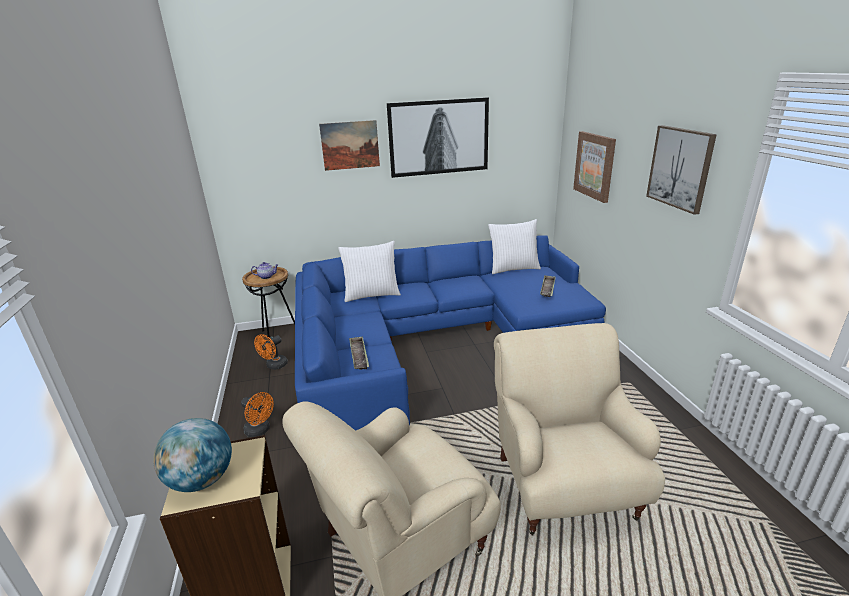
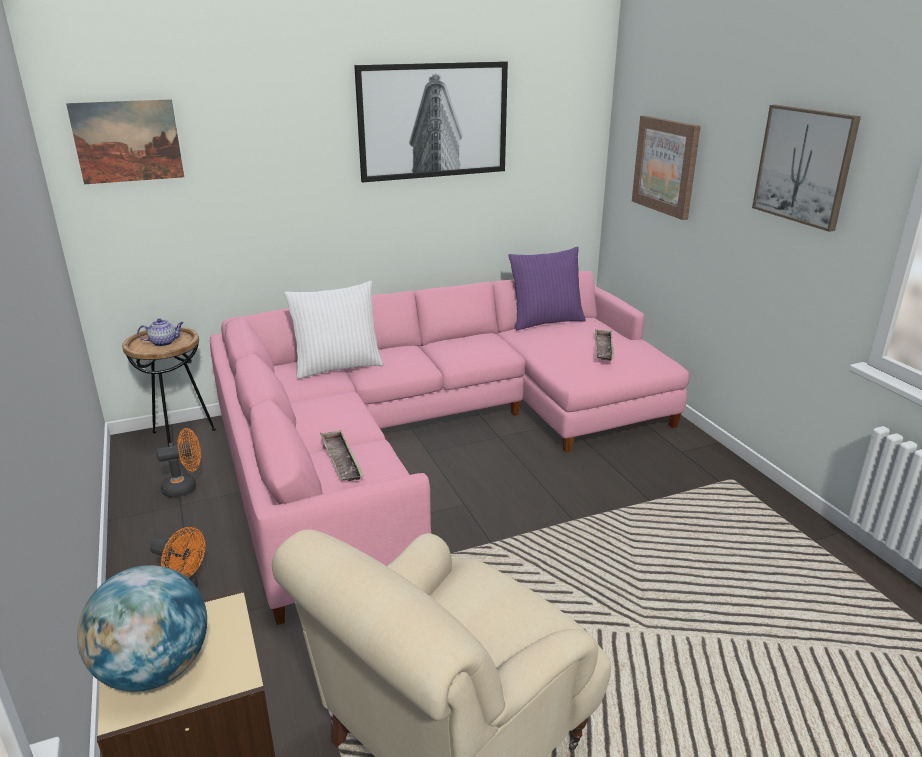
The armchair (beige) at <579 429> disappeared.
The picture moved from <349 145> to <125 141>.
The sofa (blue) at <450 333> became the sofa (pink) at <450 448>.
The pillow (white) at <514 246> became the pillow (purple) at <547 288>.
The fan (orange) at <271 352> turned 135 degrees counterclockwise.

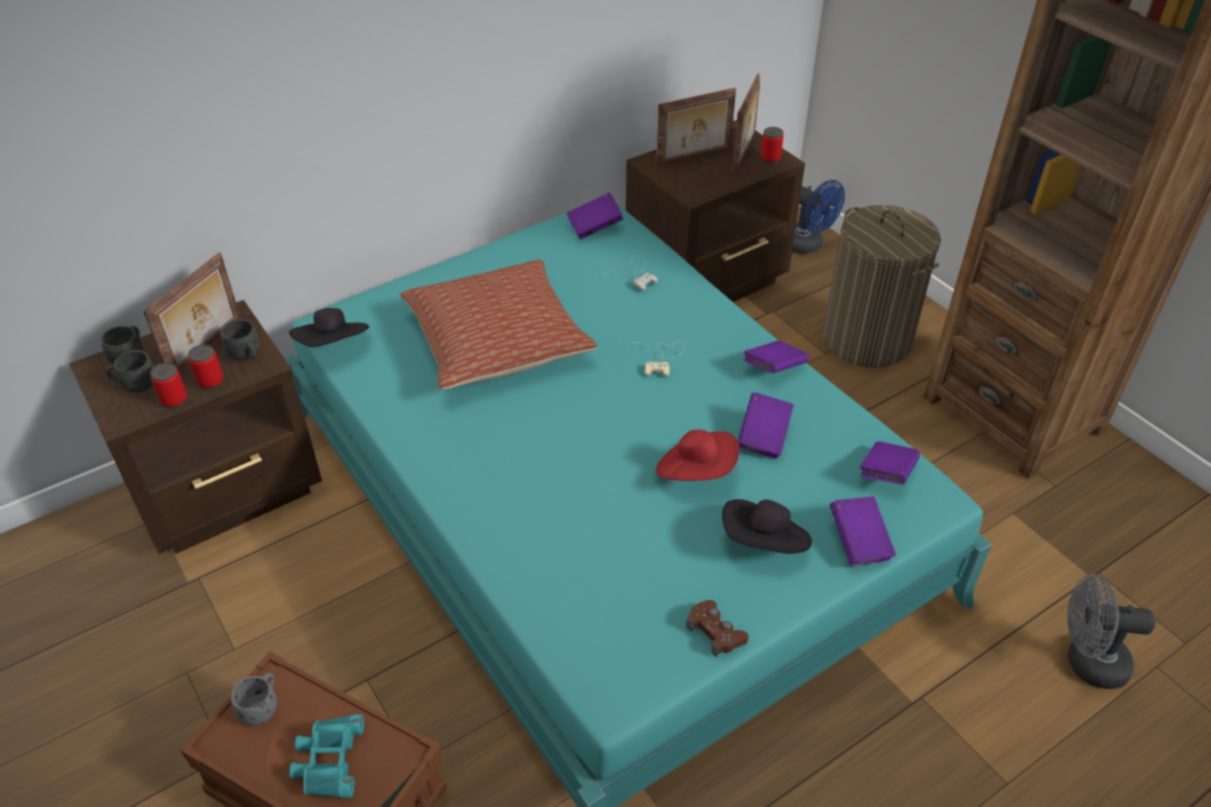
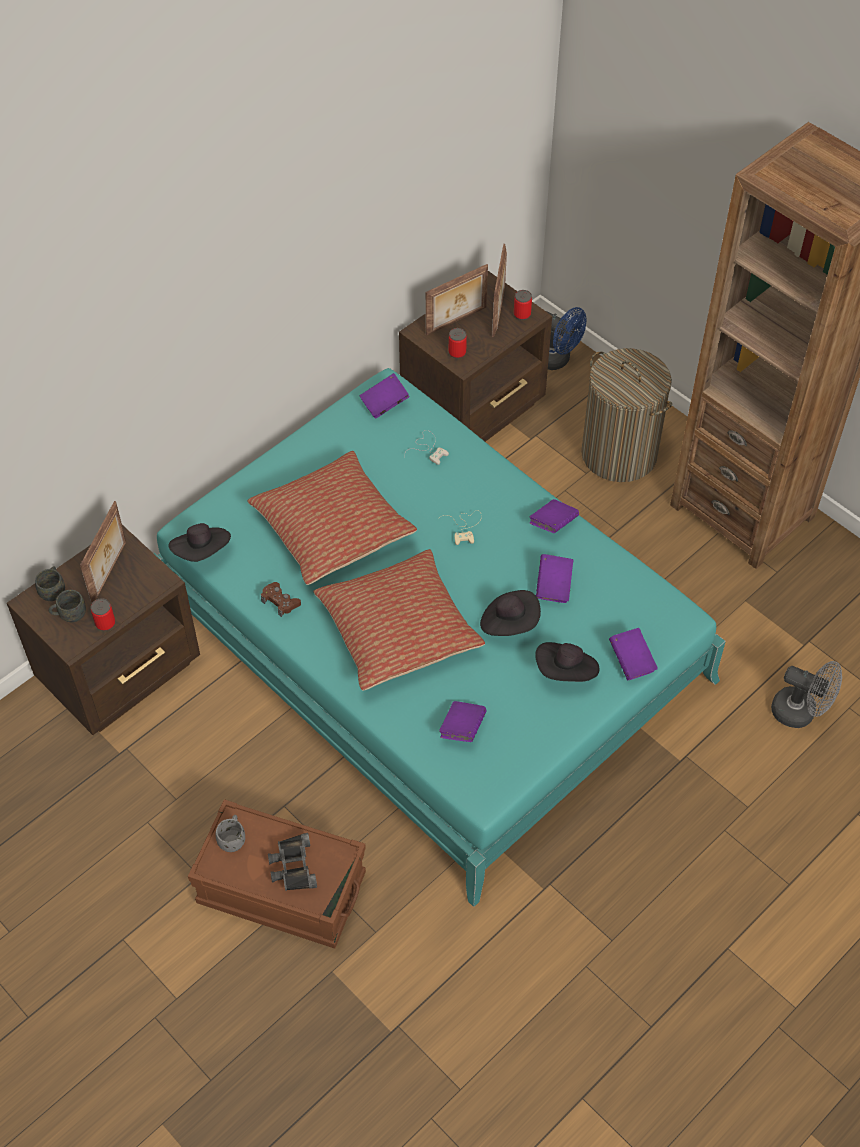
The mug (grey) at <240 339> disappeared.
The pillow at <399 620> appeared.
The can moved from <205 366> to <458 343>.
The game controller (brown) moved from <717 628> to <281 599>.
The book (purple) moved from <890 463> to <462 721>.
The binoculars (turquoise) at <326 756> became the binoculars (black) at <292 862>.
The hat (red) at <697 455> became the hat (black) at <510 613>.
The fan (grey) at <1111 631> turned 150 degrees counterclockwise.

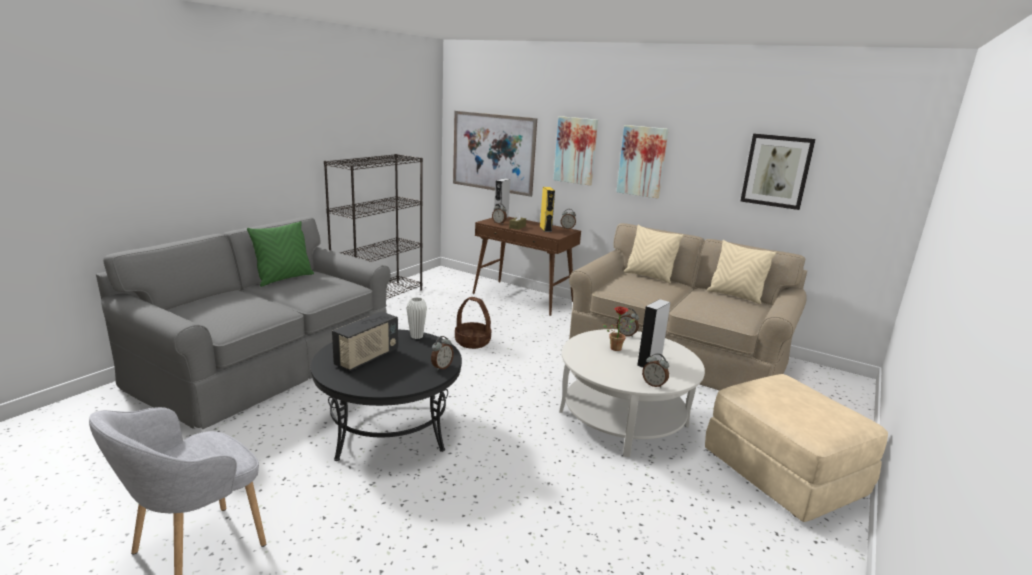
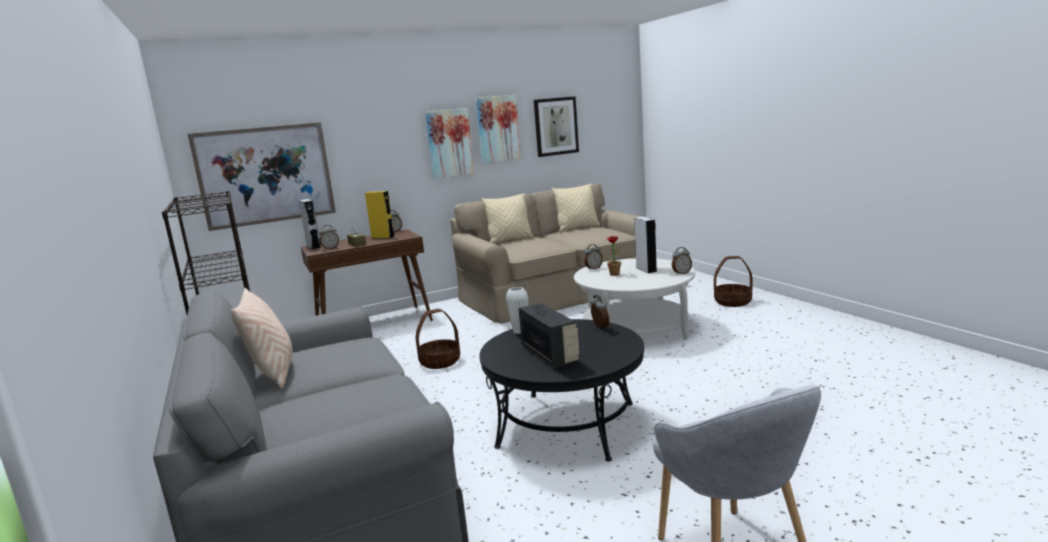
The picture moved from <575 151> to <498 129>.
The ottoman (beige) at <796 448> was replaced by the basket at <733 281>.
The pillow (green) at <280 254> became the pillow (beige) at <262 338>.

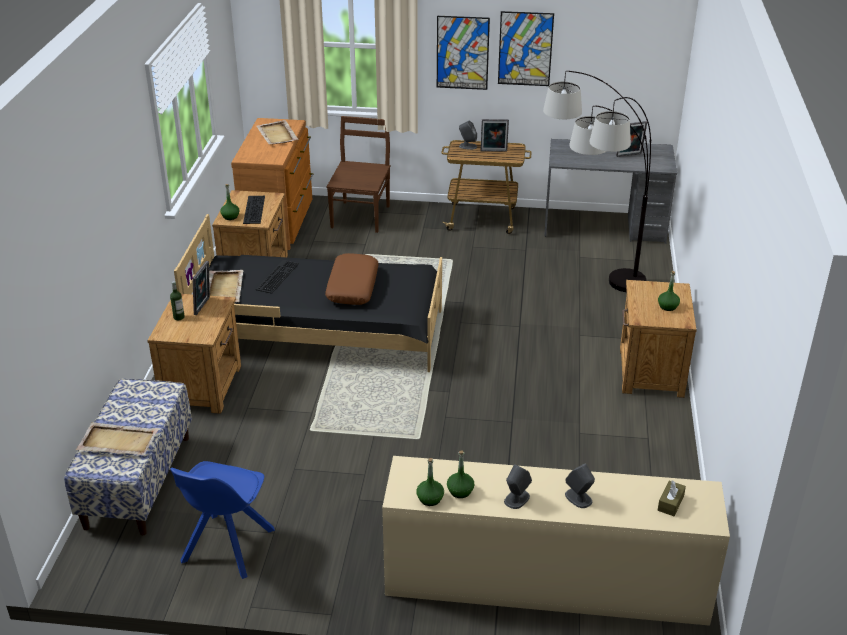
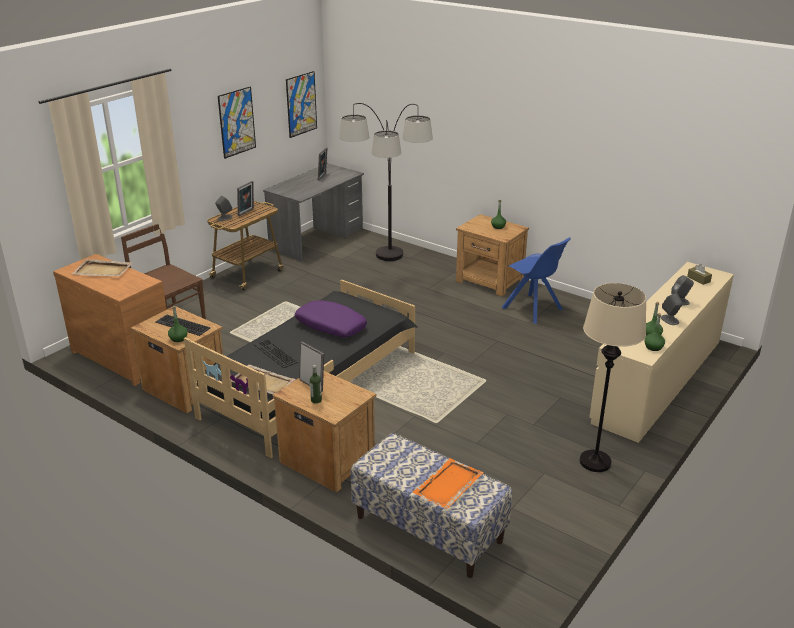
The floor lamp (beige) at <613 377> appeared.
The chair (blue) moved from <222 520> to <536 280>.
The picture moved from <463 53> to <301 104>.
The tray (beige) at <117 438> became the tray (orange) at <448 483>.
The pillow (brown) at <352 279> became the pillow (purple) at <331 318>.

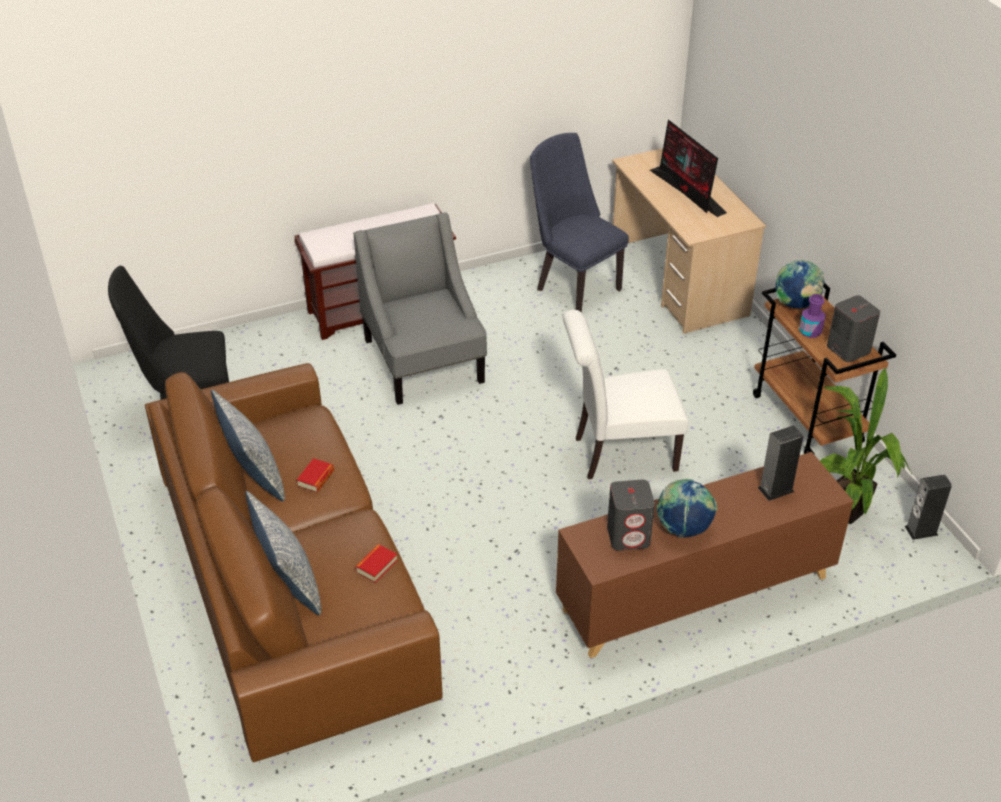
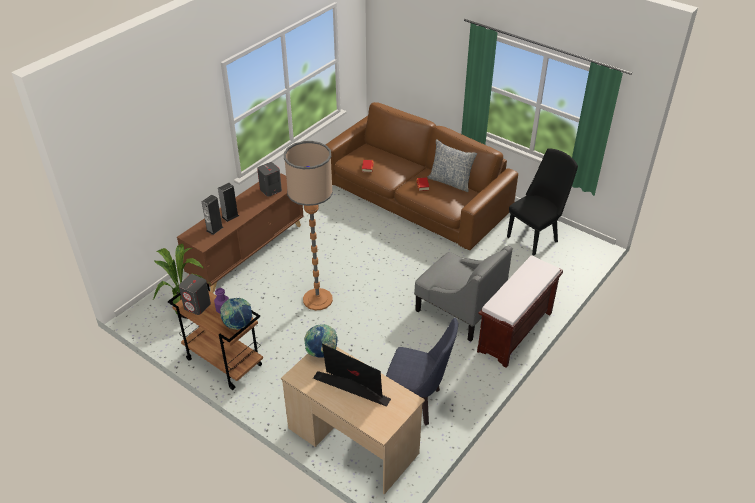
The pillow at <283 553> disappeared.
The globe moved from <687 508> to <321 341>.
The speaker moved from <928 507> to <228 202>.
The chair (white) at <625 394> was replaced by the floor lamp at <308 225>.

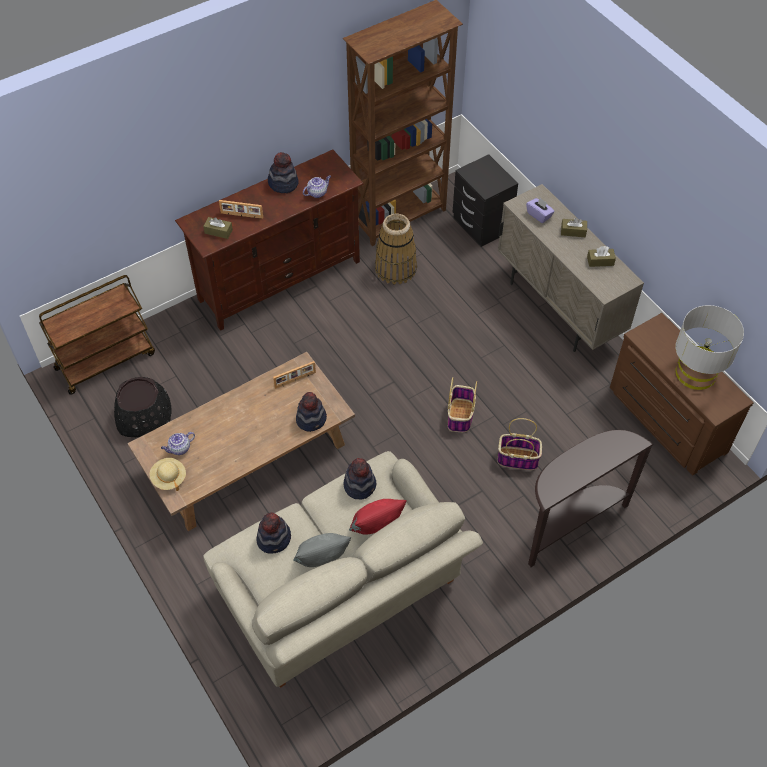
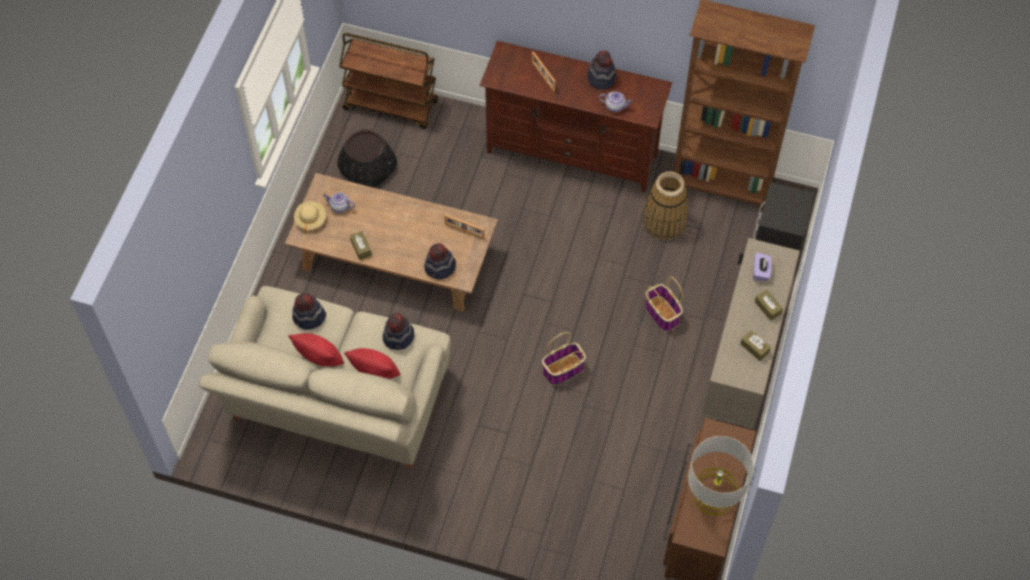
The console table (brown) at <591 498> disappeared.
The tissue box (brown) moved from <218 228> to <361 245>.
The basket moved from <519 444> to <664 304>.
The pillow (grey) at <322 550> became the pillow (red) at <316 349>.

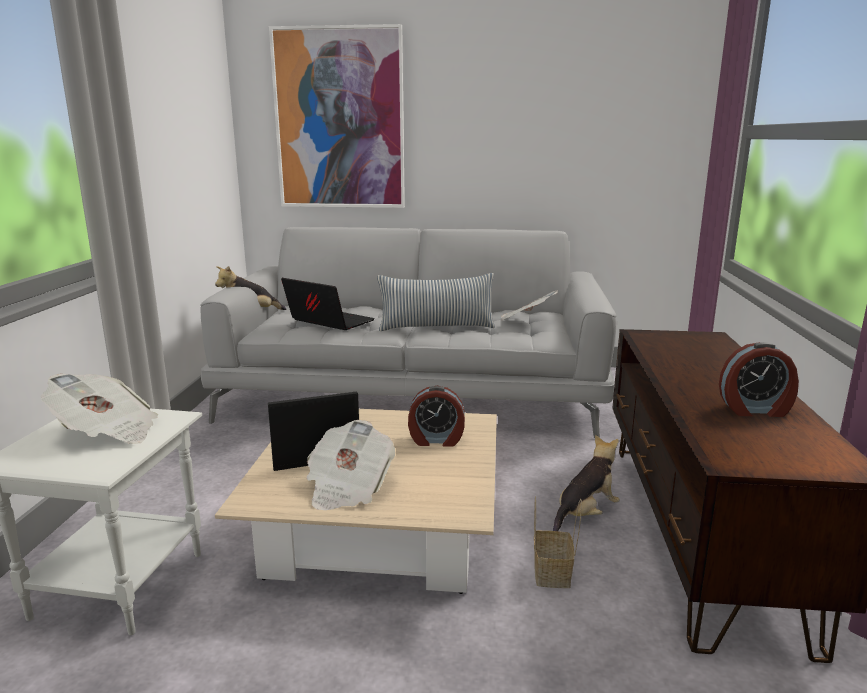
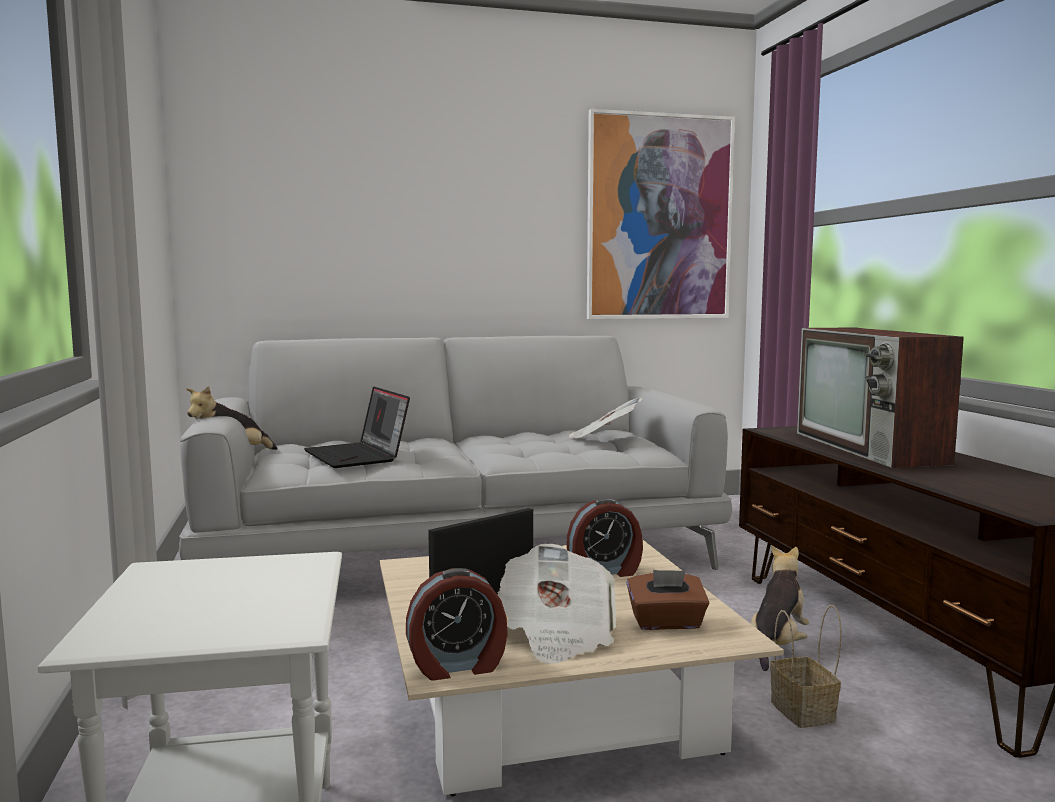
The newspaper at <99 409> disappeared.
The pillow at <436 302> disappeared.
The tissue box (brown) at <668 600> appeared.
The television at <880 397> appeared.
The picture moved from <337 116> to <661 214>.
The alarm clock moved from <759 379> to <457 624>.
The laptop at <328 304> turned 135 degrees counterclockwise.

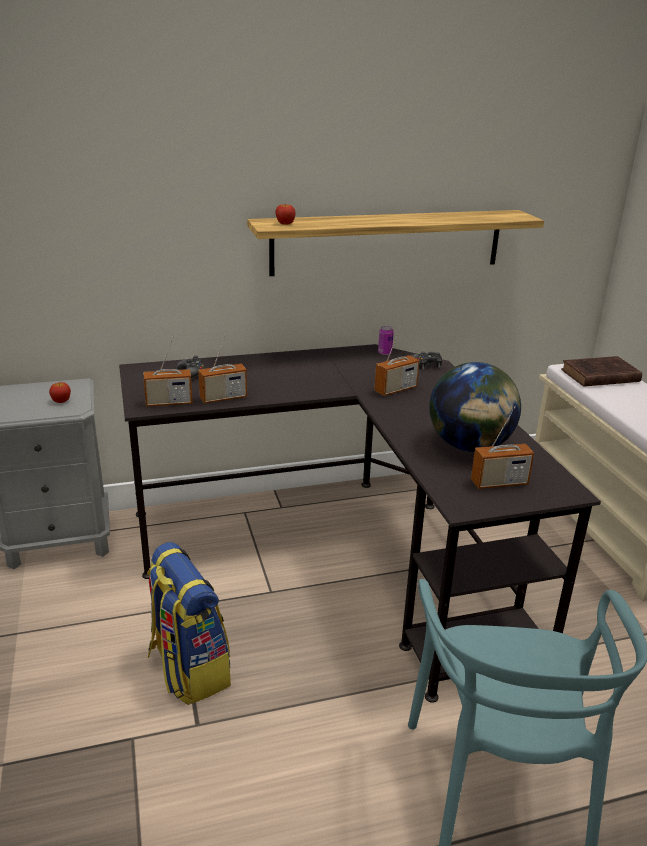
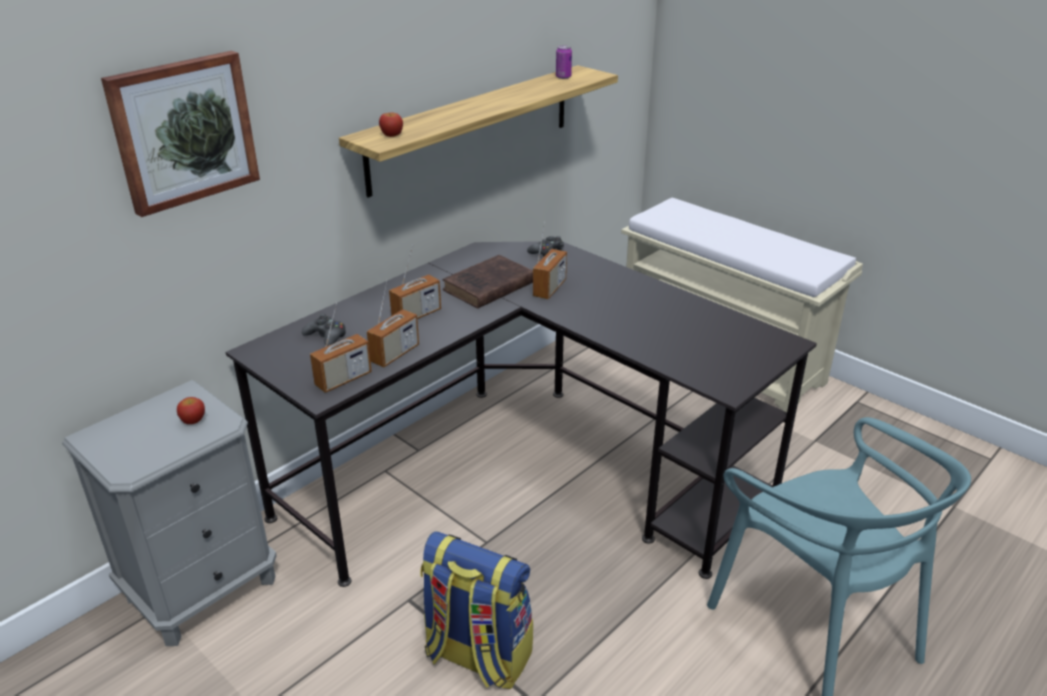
The globe at <475 407> disappeared.
The picture at <180 134> appeared.
The can moved from <386 340> to <564 62>.
The radio moved from <502 448> to <415 281>.
The book (brown) moved from <601 371> to <487 282>.

